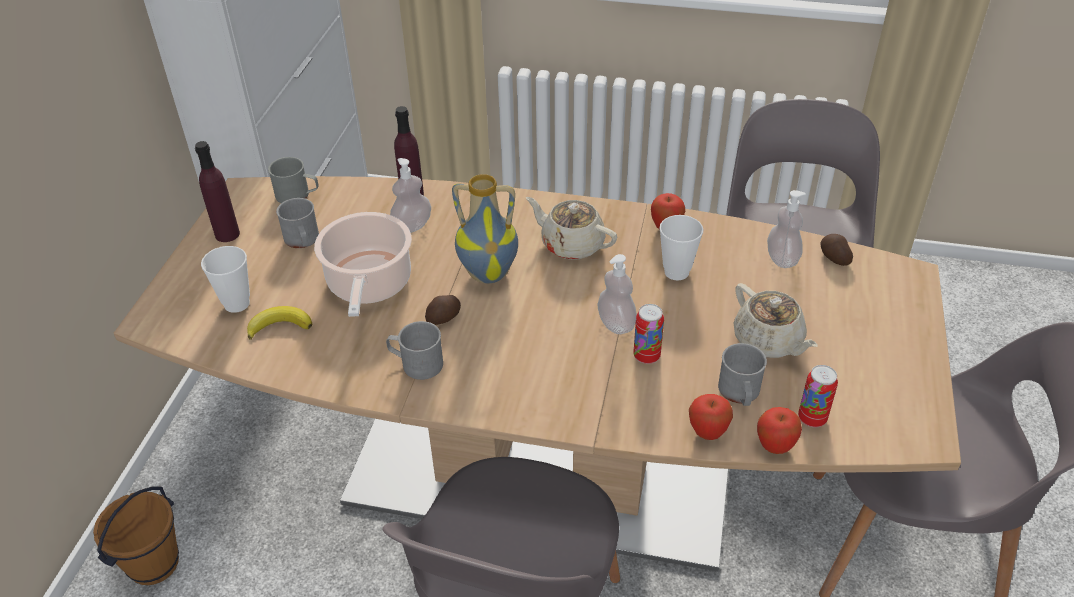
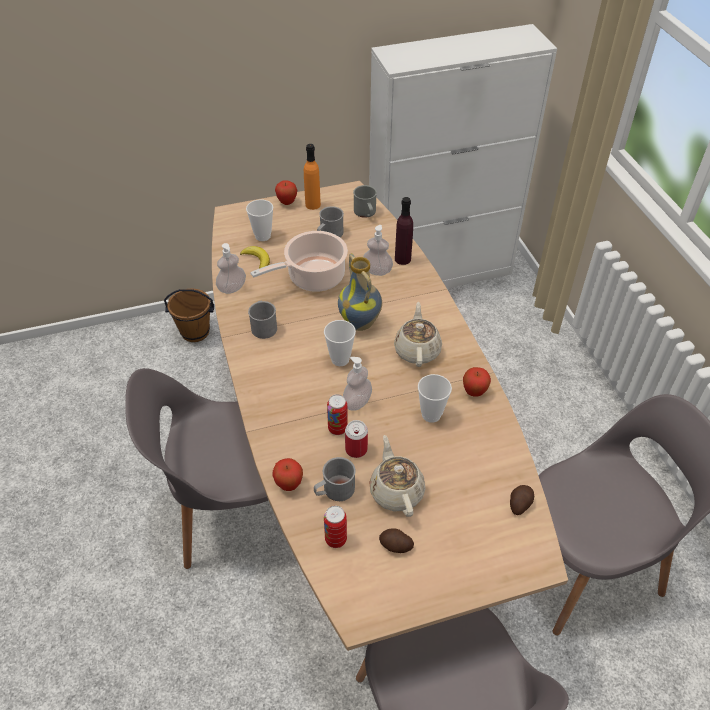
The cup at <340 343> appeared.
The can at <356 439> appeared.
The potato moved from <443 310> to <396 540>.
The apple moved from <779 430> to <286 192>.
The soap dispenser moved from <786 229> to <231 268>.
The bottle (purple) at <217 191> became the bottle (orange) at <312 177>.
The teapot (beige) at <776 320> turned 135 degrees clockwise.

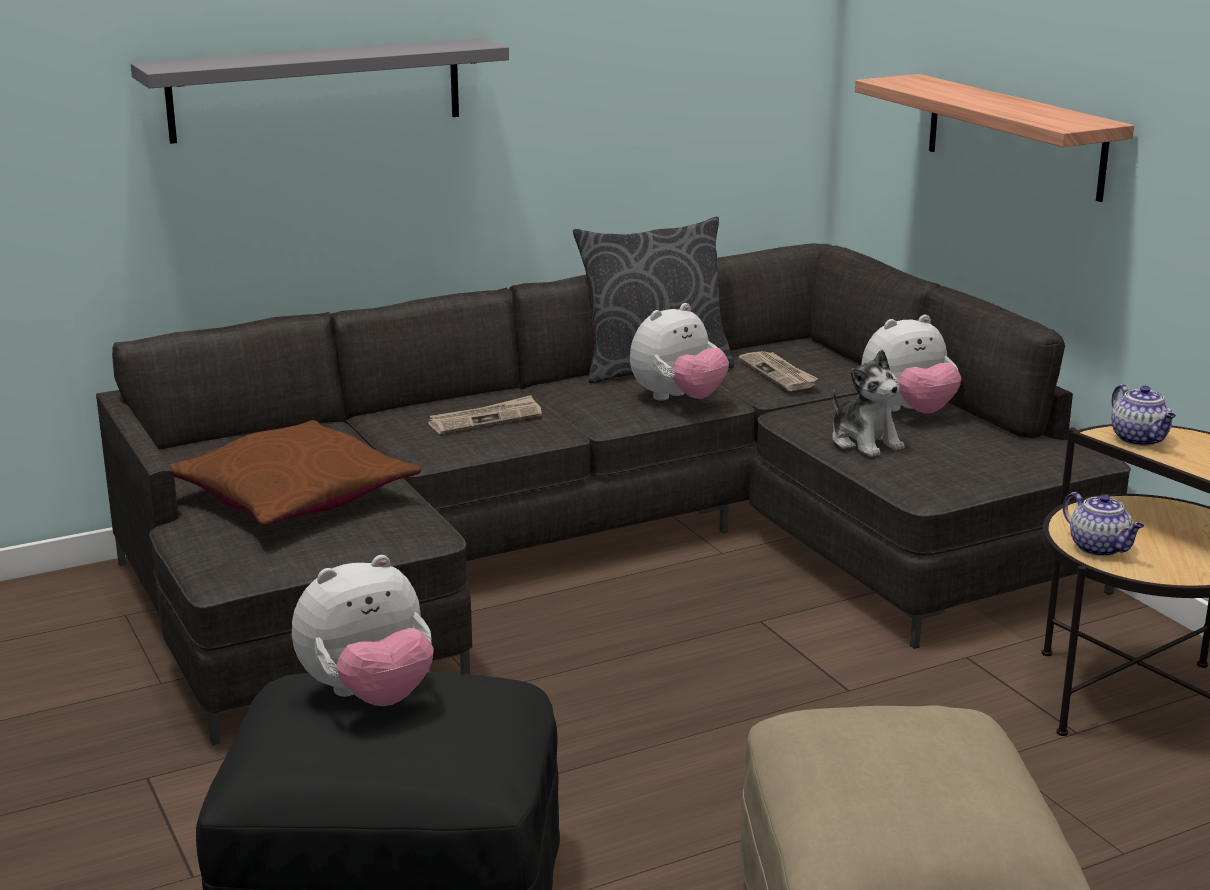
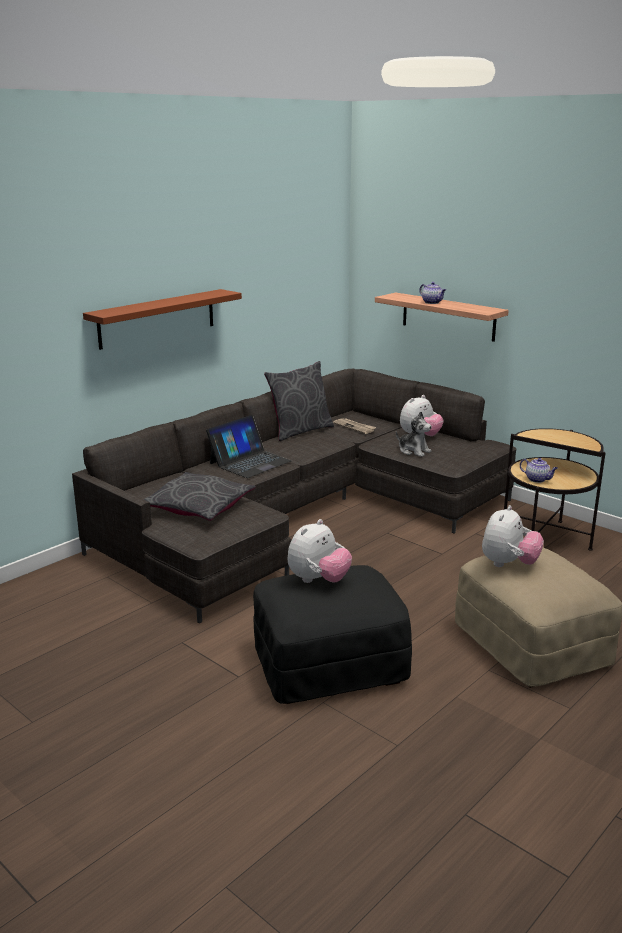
The plush toy moved from <679 352> to <513 536>.
The teapot moved from <1143 415> to <433 293>.
The newspaper at <485 414> was replaced by the laptop at <249 446>.
The shelf (grey) at <320 91> became the shelf (brown) at <162 319>.
The pillow (brown) at <295 473> became the pillow (grey) at <199 496>.

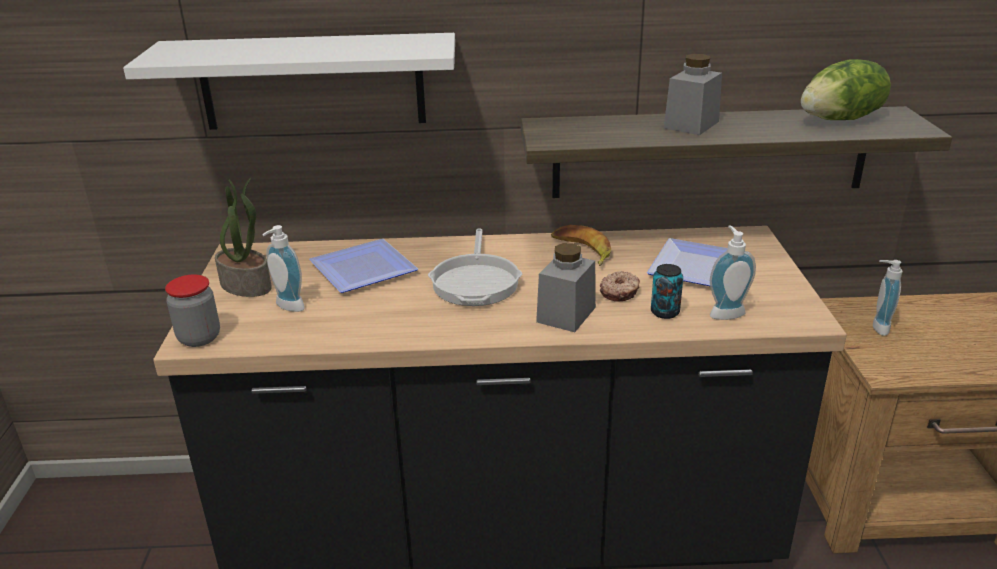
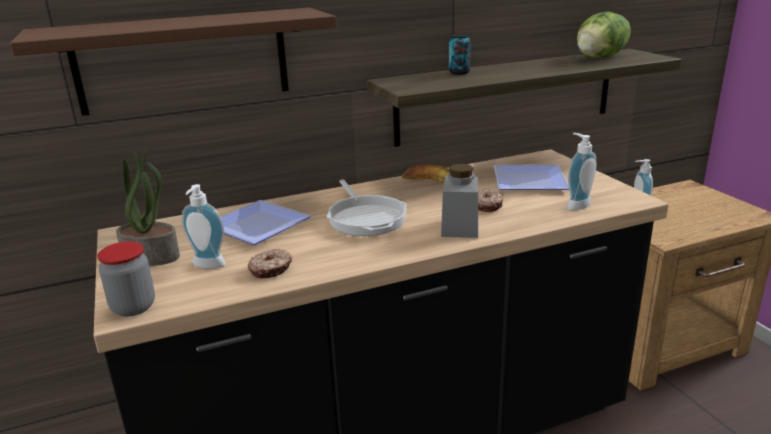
The jar (grey) at <693 94> disappeared.
The donut at <270 263> appeared.
The can moved from <667 291> to <460 54>.
The shelf (white) at <289 81> became the shelf (brown) at <173 62>.

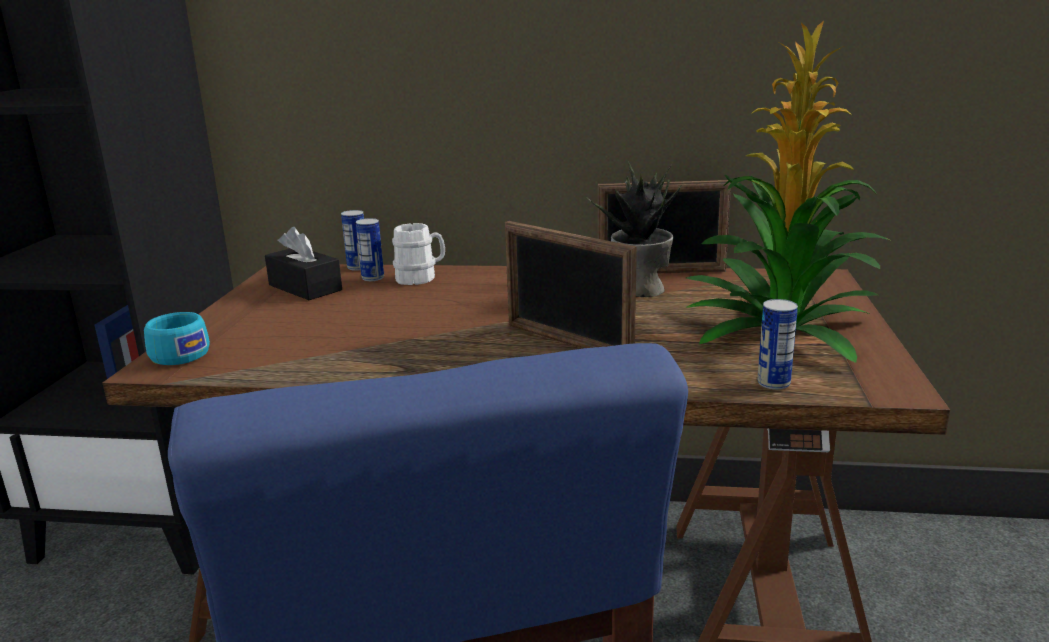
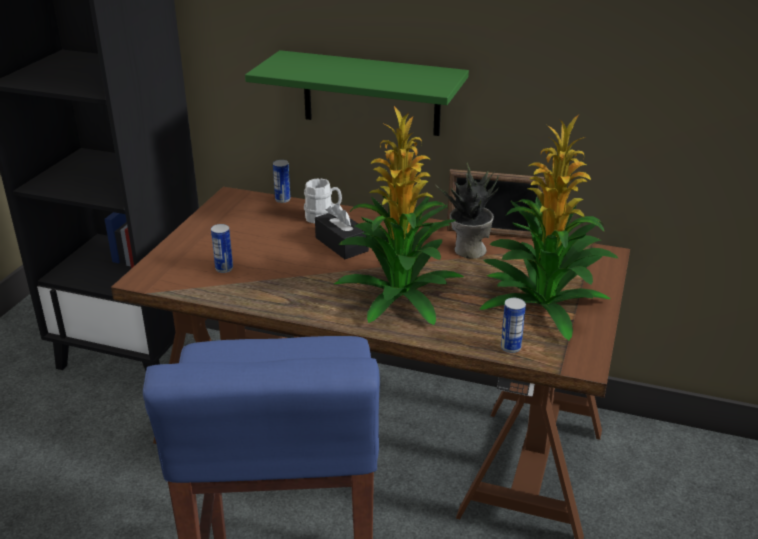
The cup (turquoise) at <177 338> disappeared.
The shelf (green) at <357 93> appeared.
The tissue box (black) moved from <303 263> to <342 231>.
The can moved from <370 249> to <222 248>.
The picture frame at <571 285> was replaced by the potted plant at <399 215>.

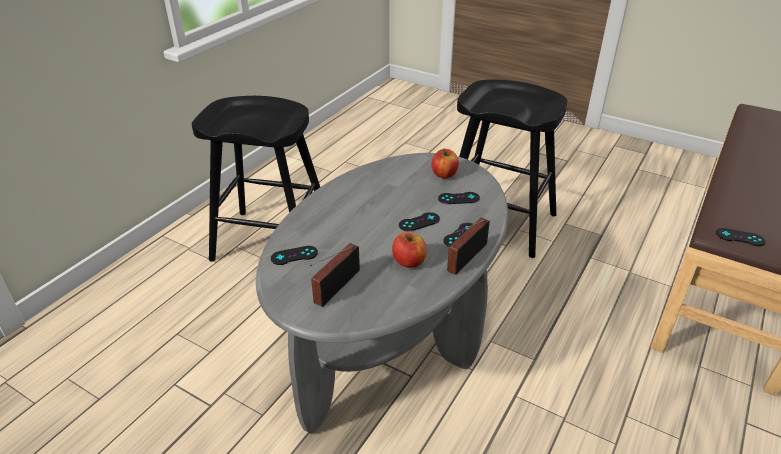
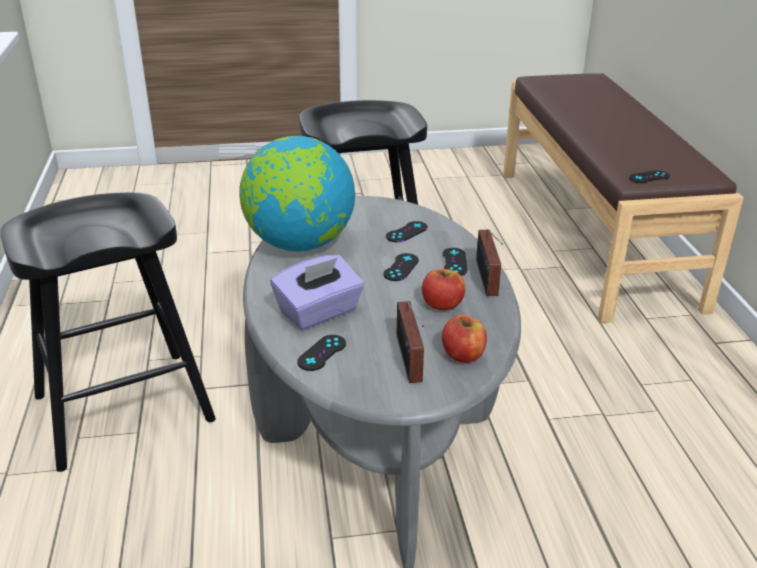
The globe at <297 194> appeared.
The tissue box (purple) at <317 292> appeared.
The apple moved from <445 164> to <464 339>.

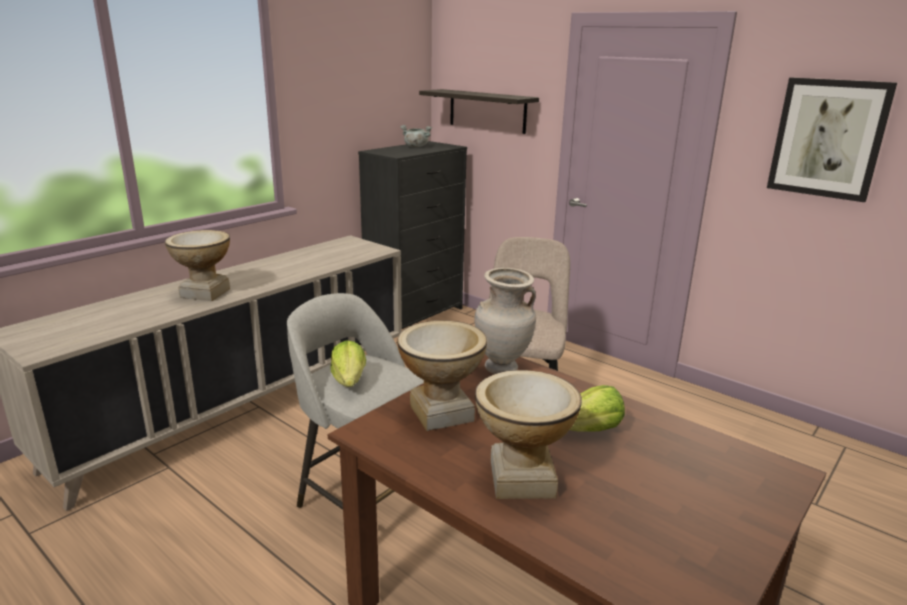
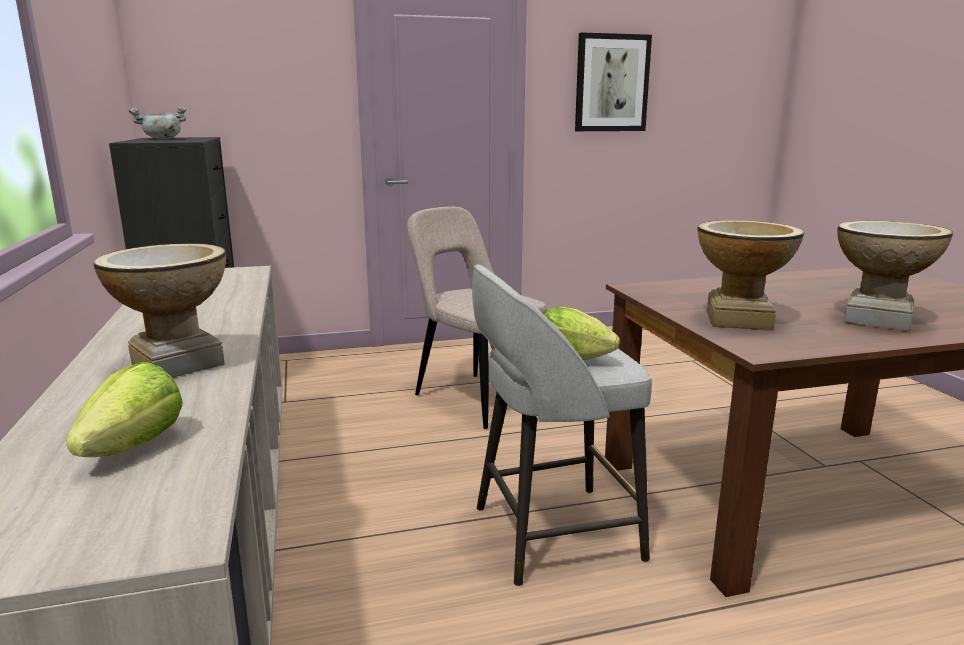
The shelf at <479 111> disappeared.
The vase (beige) at <505 321> disappeared.
The lettuce moved from <597 408> to <124 409>.

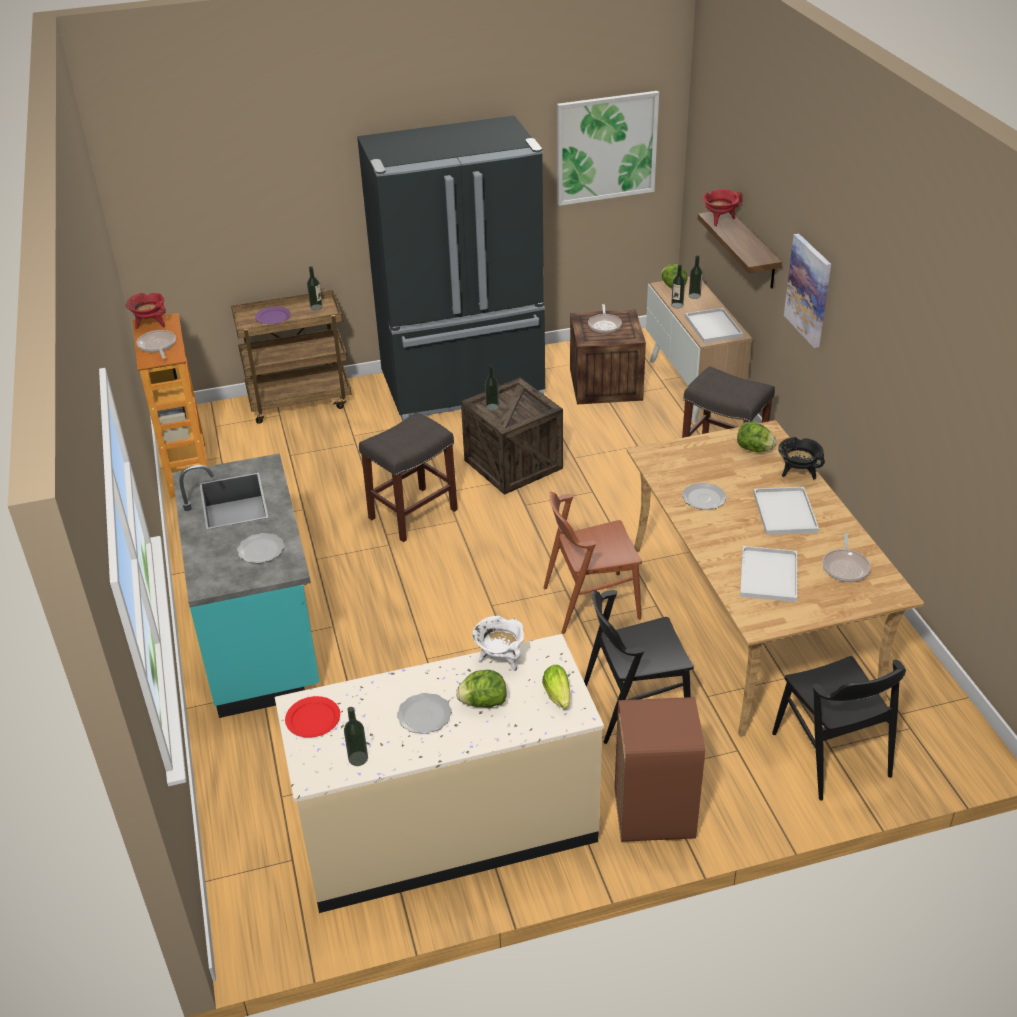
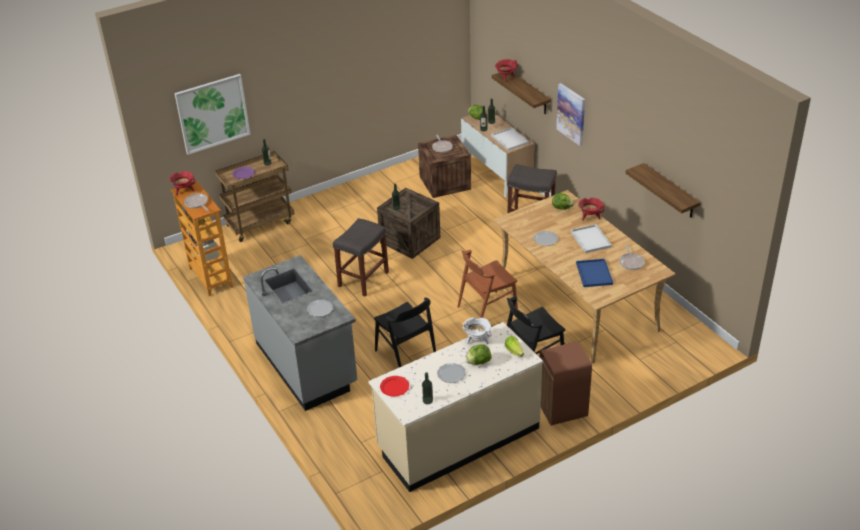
The fridge (black) at <451 268> disappeared.
The shelf at <663 190> appeared.
The picture moved from <608 148> to <212 114>.
The chair (black) moved from <839 728> to <405 332>.
The counter (turquoise) at <246 585> became the counter (grey) at <300 333>.
The tray (white) at <768 574> became the tray (blue) at <594 273>.
The cooking pot (black) at <801 458> became the cooking pot (red) at <591 209>.

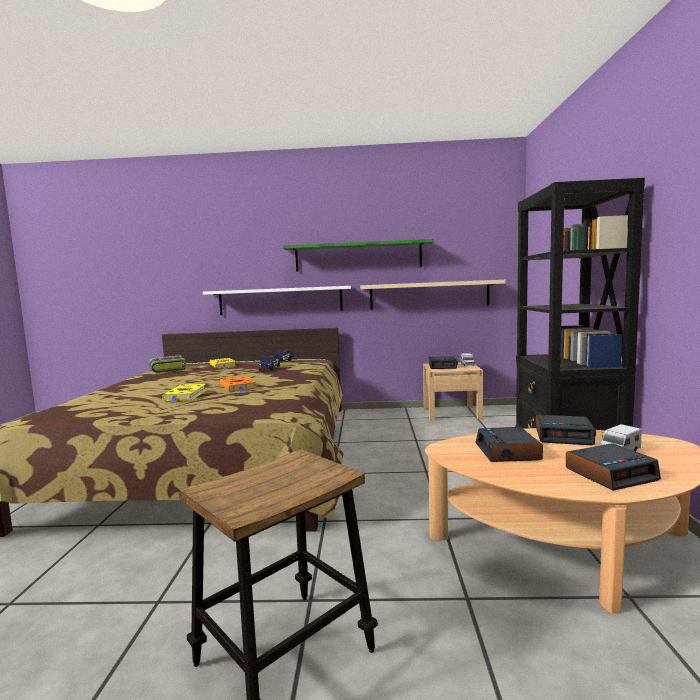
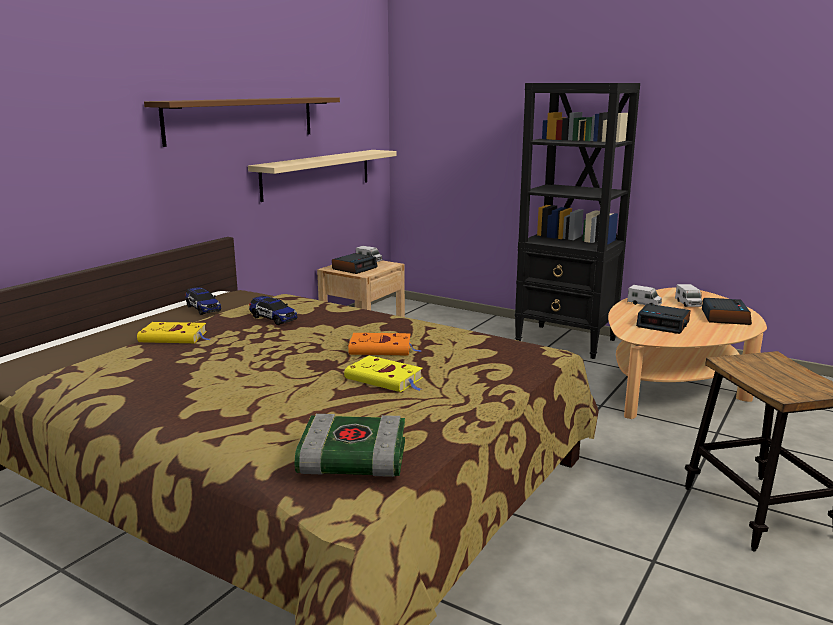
The shelf (white) at <277 300> disappeared.
The book moved from <167 364> to <350 445>.
The alarm clock at <566 430> was replaced by the toy truck at <644 295>.
The shelf (green) at <358 255> became the shelf (brown) at <242 122>.

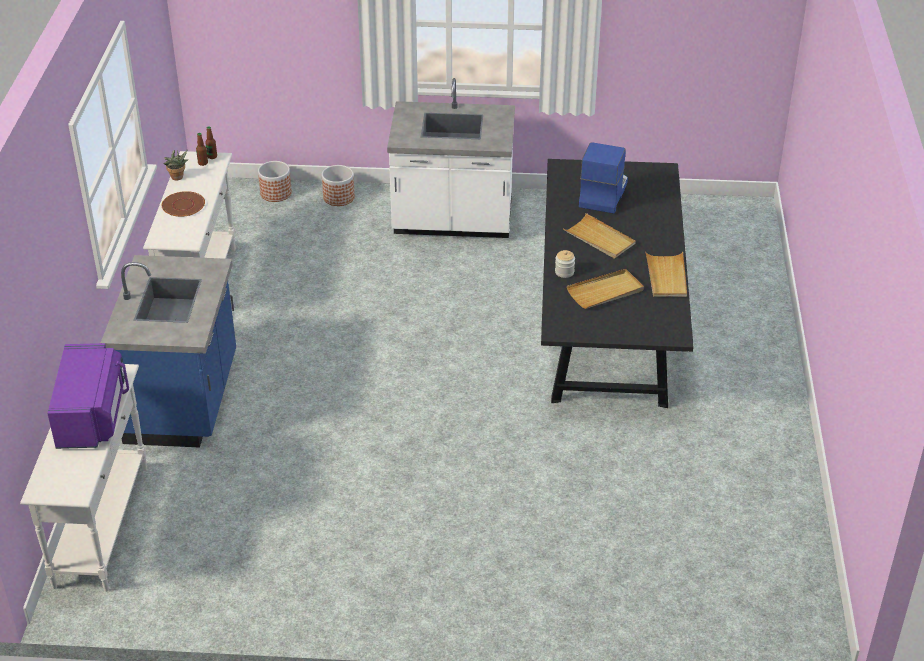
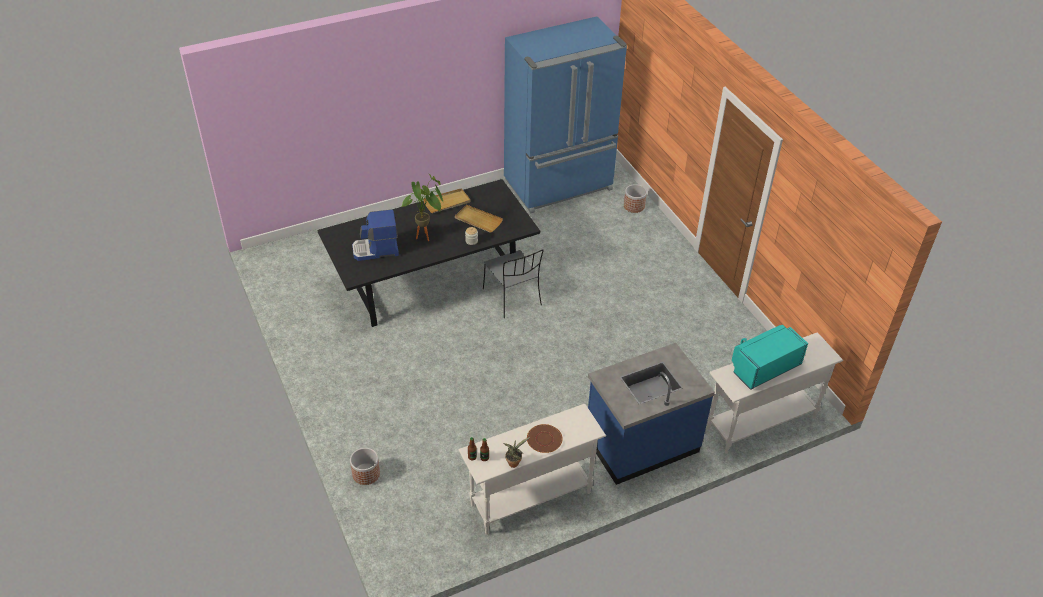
The counter (white) at <451 158> disappeared.
The chair (grey) at <513 283> appeared.
The fridge (blue) at <565 114> appeared.
The planter moved from <275 181> to <635 198>.
The tray (beige) at <599 235> was replaced by the potted plant at <422 207>.
The microwave (purple) at <88 396> became the microwave (turquoise) at <770 357>.

